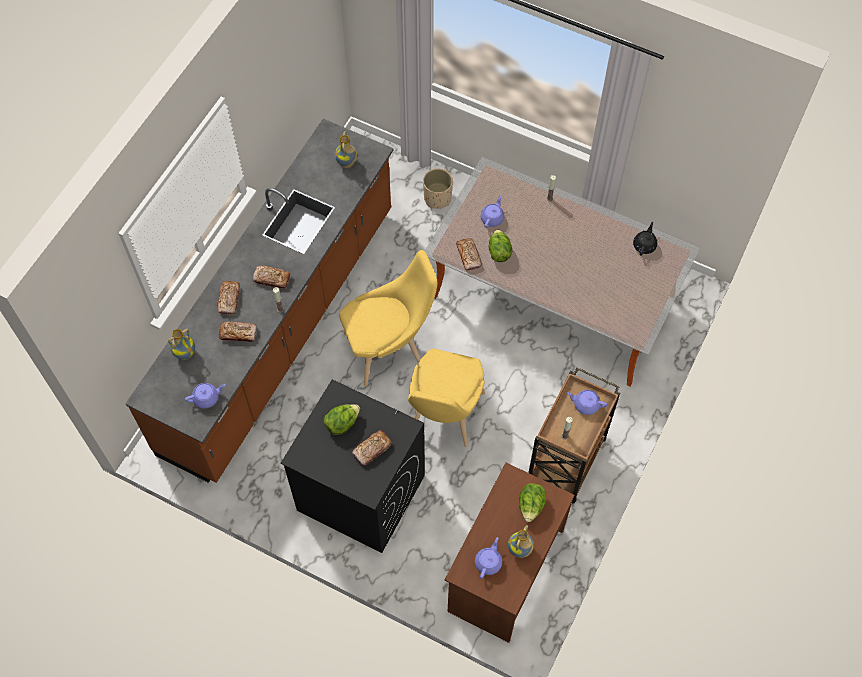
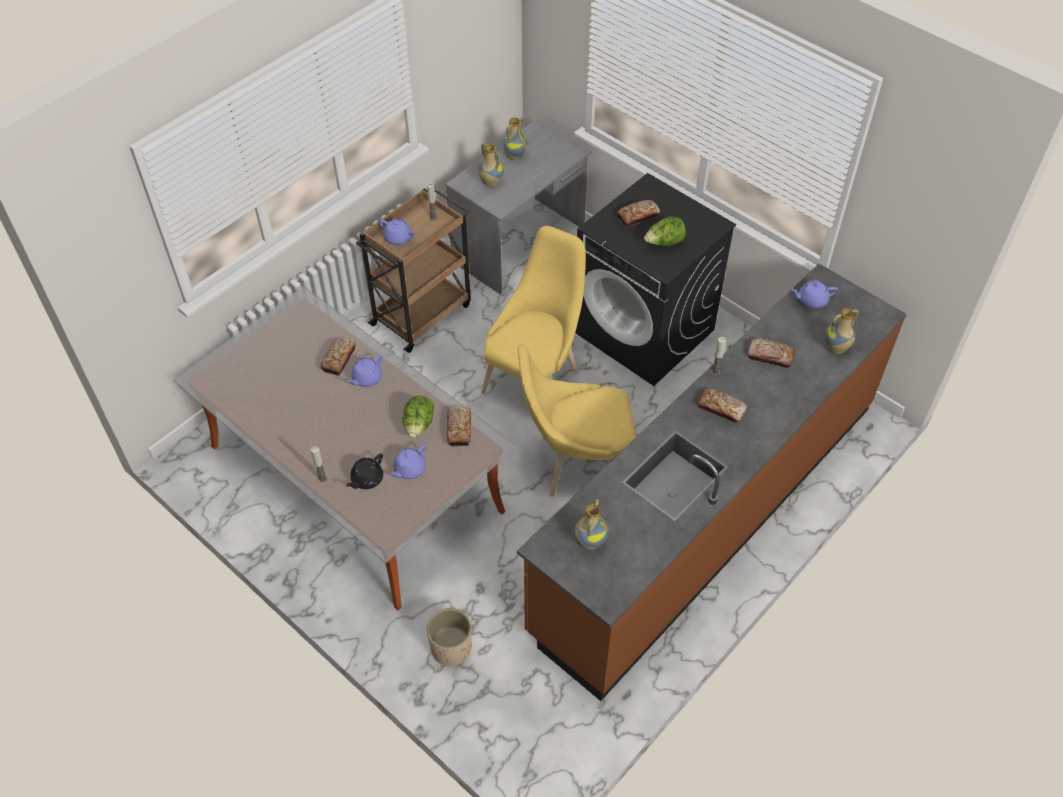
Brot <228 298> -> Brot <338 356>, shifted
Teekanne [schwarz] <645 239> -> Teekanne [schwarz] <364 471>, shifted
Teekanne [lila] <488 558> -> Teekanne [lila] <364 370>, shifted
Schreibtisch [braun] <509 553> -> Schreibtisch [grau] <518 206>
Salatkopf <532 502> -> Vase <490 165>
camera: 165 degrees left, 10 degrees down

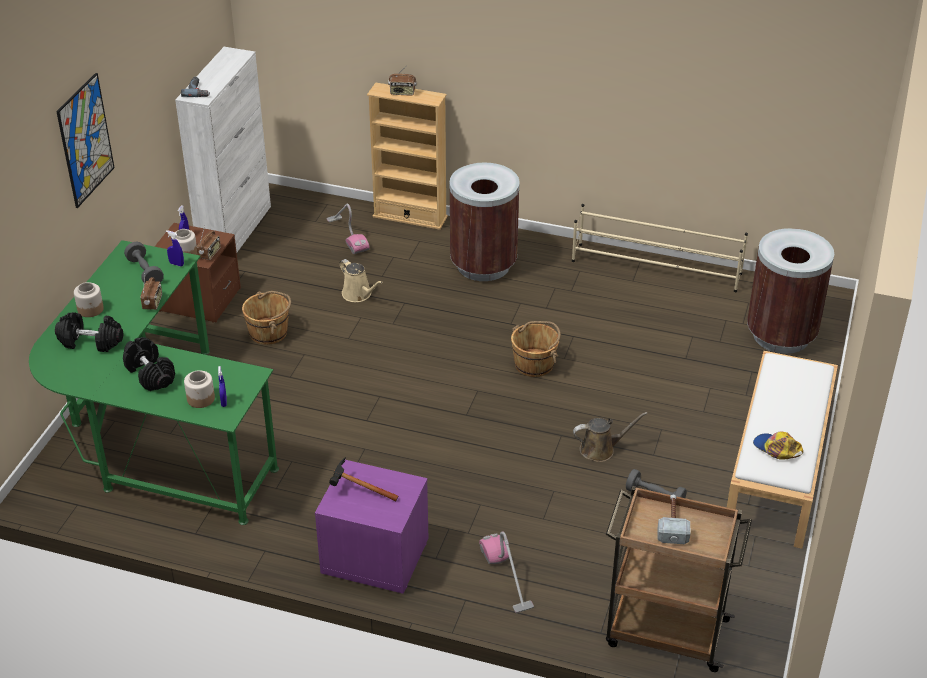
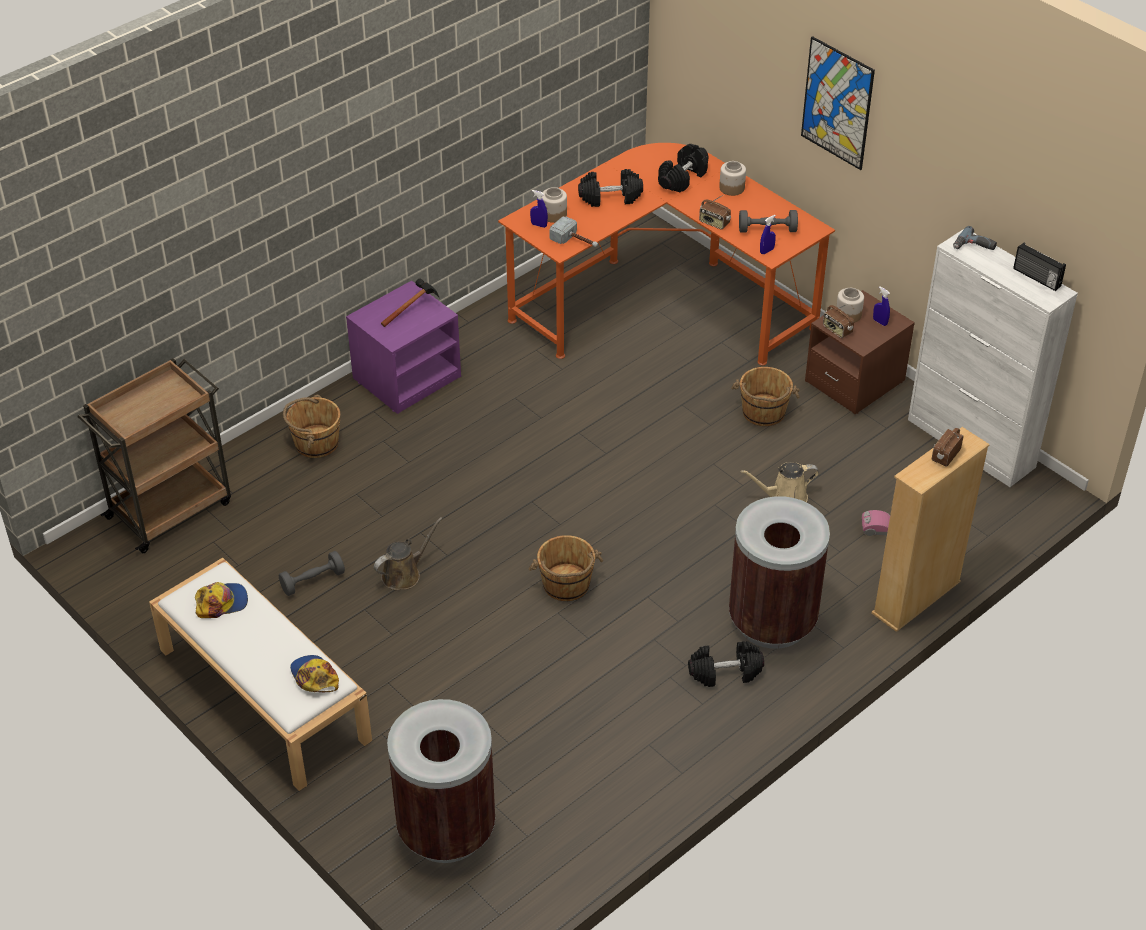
Staubsauger <506 572> -> Eimer [braun] <311 426>
none -> Kappe <314 673>
Gießkanne [braun] <610 437> -> Gießkanne [braun] <408 553>, 150 degrees counterclockwise
Schreibtisch [grün] <154 382> -> Schreibtisch [orange] <666 254>
Hammer <673 519> -> Hammer <573 232>, shifted
none -> Hantel [schwarz] <726 664>
none -> Radio <1039 267>
Schuhregal [beige] <660 248> -> none
camera: 120 degrees right, 5 degrees up

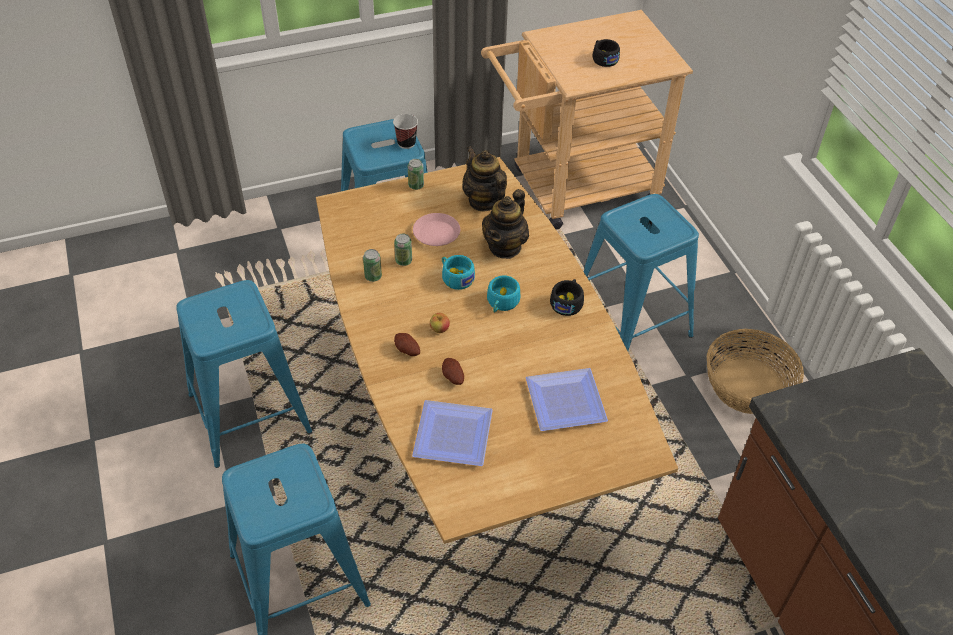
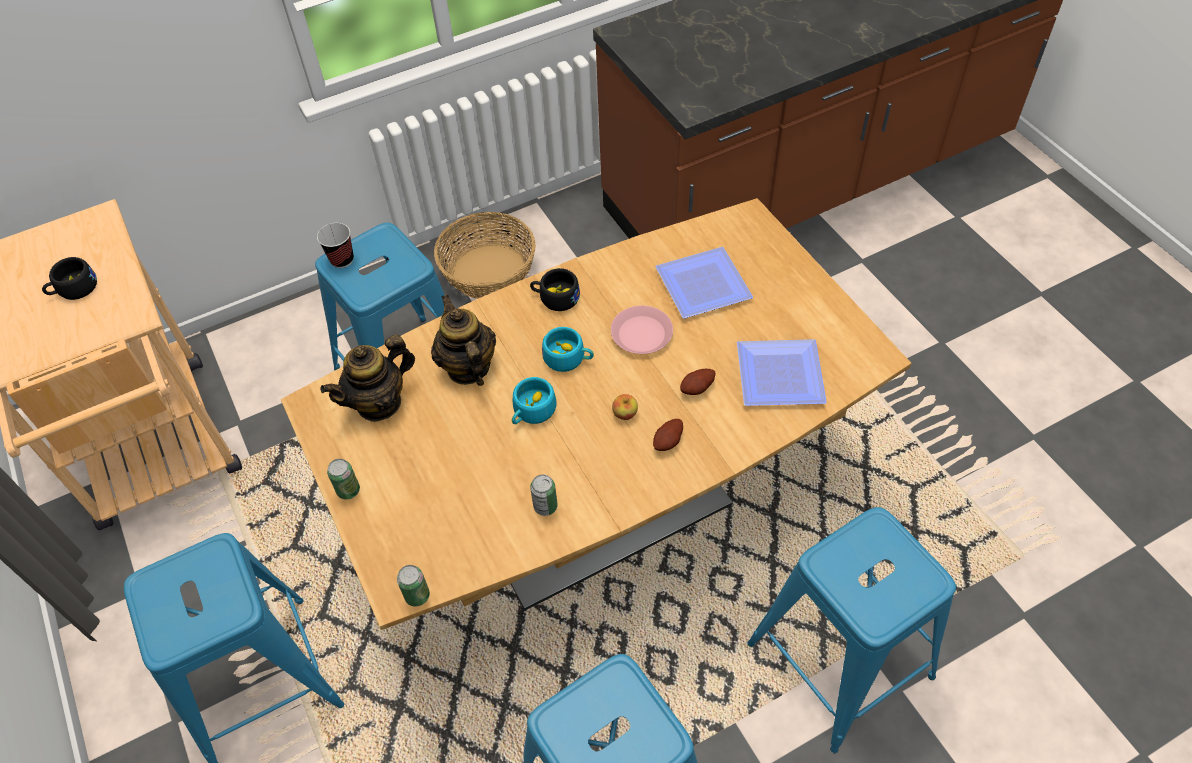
Tasse <405 131> -> Tasse <335 245>, shifted
Dose <403 250> -> Dose <413 585>, shifted
Teekanne <505 224> -> Teekanne <463 340>, 135 degrees counterclockwise
Teller [rosa] <436 229> -> Teller [rosa] <642 330>, shifted
camera: 95 degrees left, 5 degrees up

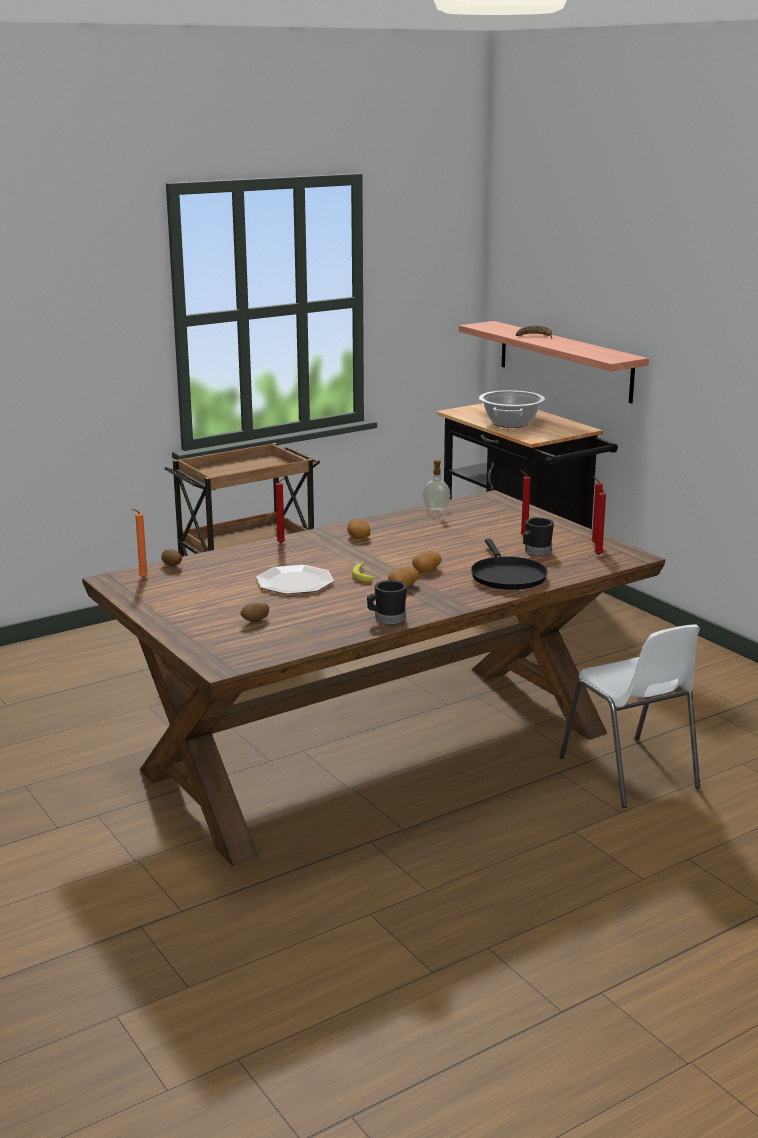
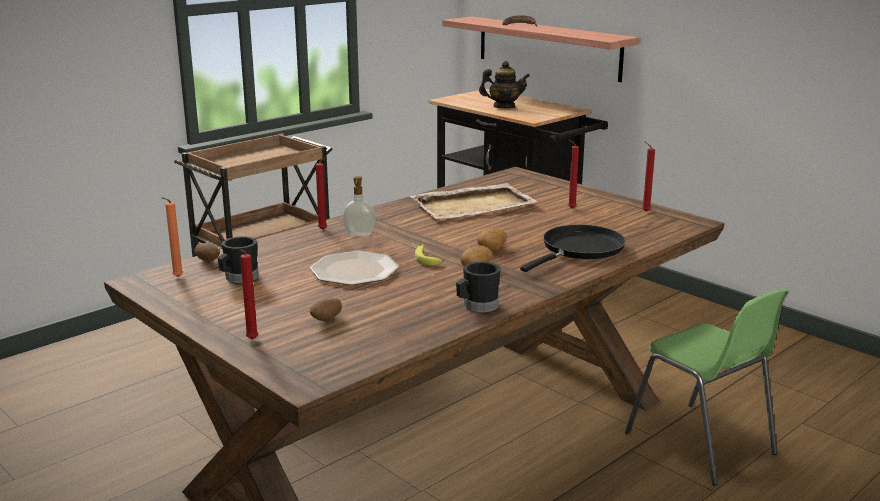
Henkelbecher [schwarz] <538 537> -> Henkelbecher [schwarz] <238 259>, shifted
Kerze [rot] <600 522> -> Kerze [rot] <249 295>, shifted
Seifenspender <436 485> -> Seifenspender <359 206>, shifted
none -> Tablett [beige] <474 201>
Kochtopf <512 409> -> Teekanne <504 84>
Pfanne [schwarz] <509 564> -> Pfanne [schwarz] <573 248>, 120 degrees counterclockwise
Stuhl [weiß] <629 716> -> Stuhl [grün] <707 387>
Kartoffel <358 529> -> none
camera: 10 degrees left, 0 degrees up

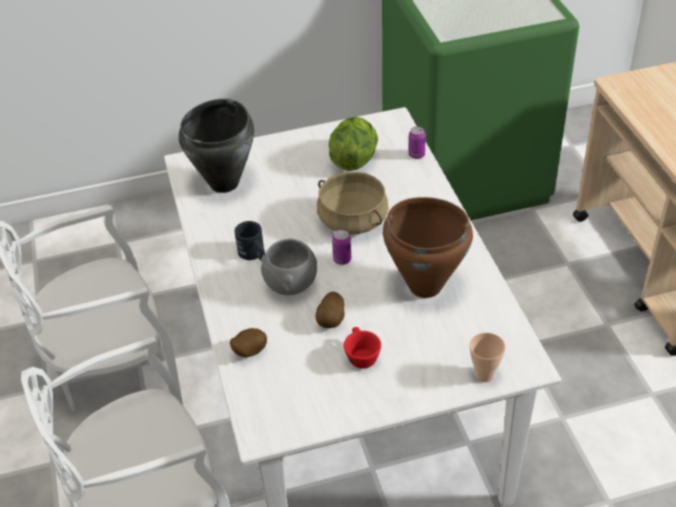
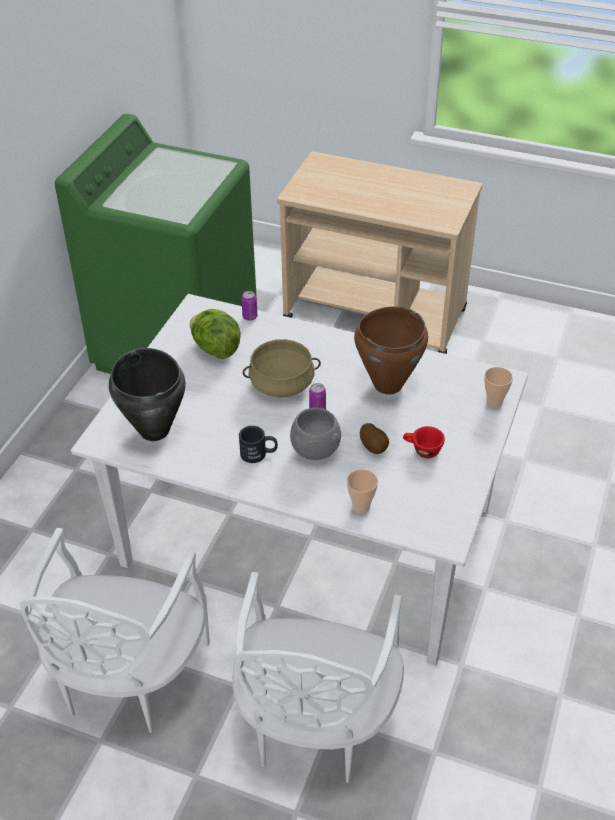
Kartoffel <248 342> -> Tasse <362 491>
camera: 55 degrees left, 0 degrees up

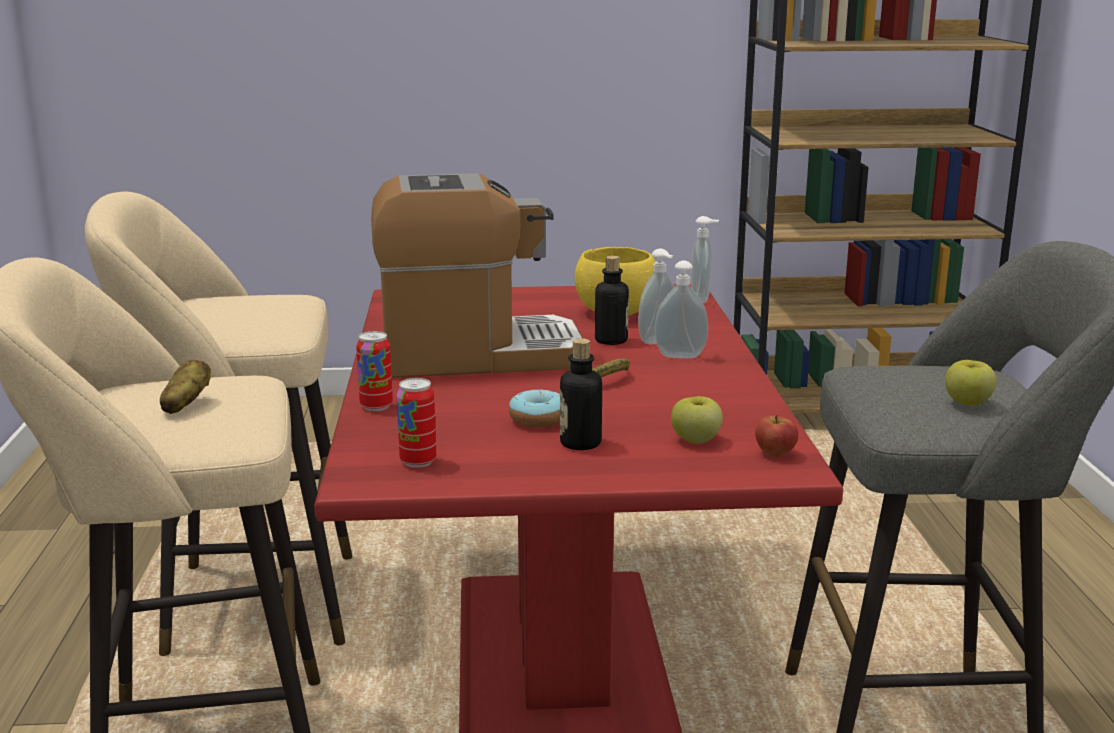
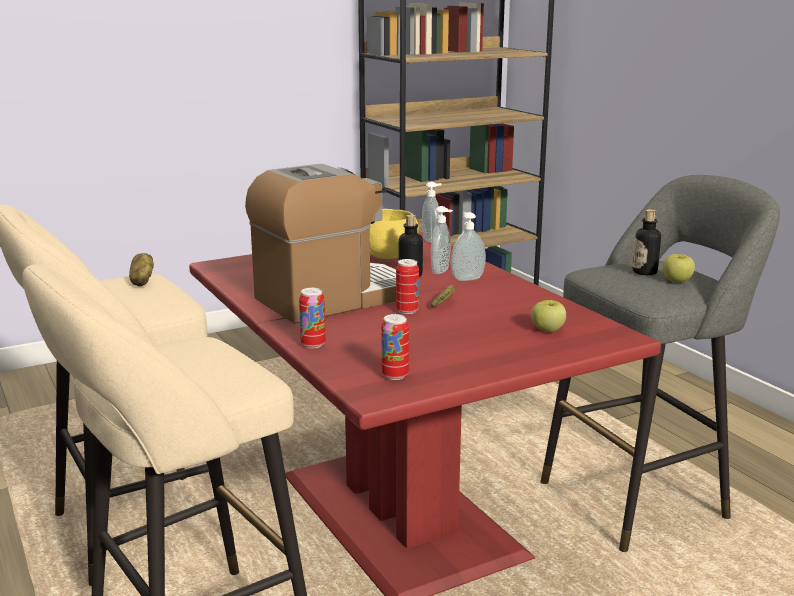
Kartoffel <185 387> -> Kartoffel <141 269>, shifted
none -> Dose <407 286>
Flasche <581 394> -> Flasche <647 242>, shifted
Donut <534 409> -> none
Apfel <776 436> -> none
camera: 25 degrees left, 0 degrees up

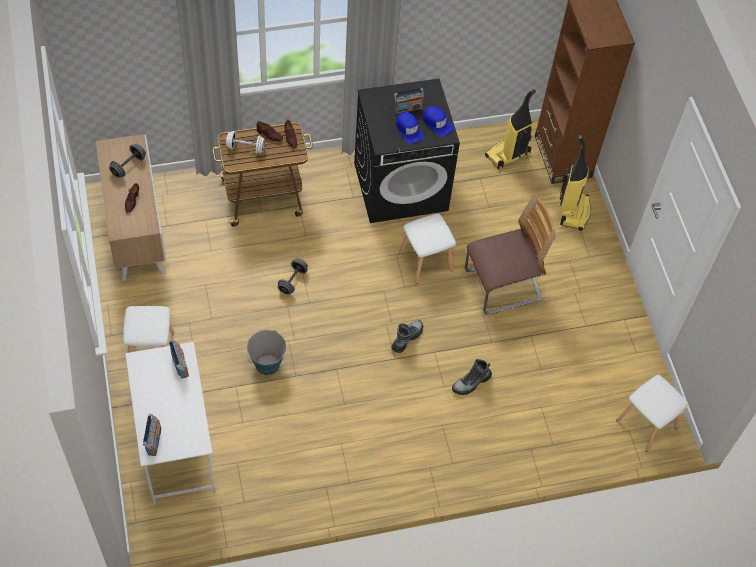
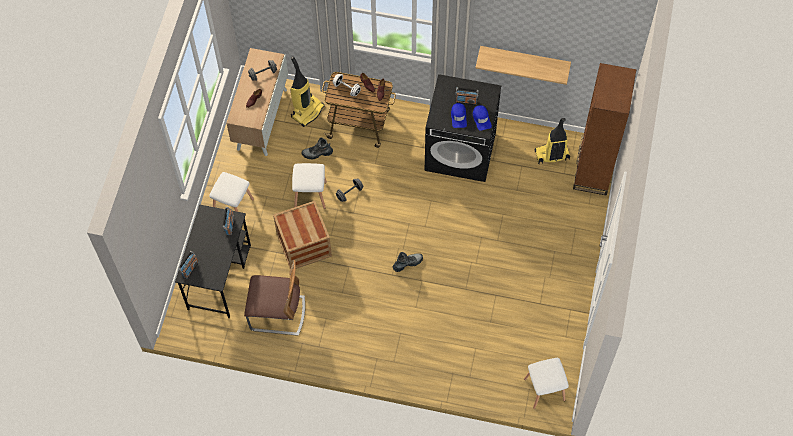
Schreibtisch [weiß] <170 423> -> Schreibtisch [schwarz] <213 261>
Stuhl <510 254> -> Stuhl <274 298>, shifted
Eimer <267 352> -> Kiste <302 235>
Staubsauger <575 183> -> Staubsauger <307 91>, shifted
Hocker [weiß] <427 248> -> Hocker [weiß] <309 186>, shifted
Stiefel <472 377> -> Stiefel <317 148>, shifted
none -> Wandregal <523 65>
camera: 30 degrees right, 5 degrees up

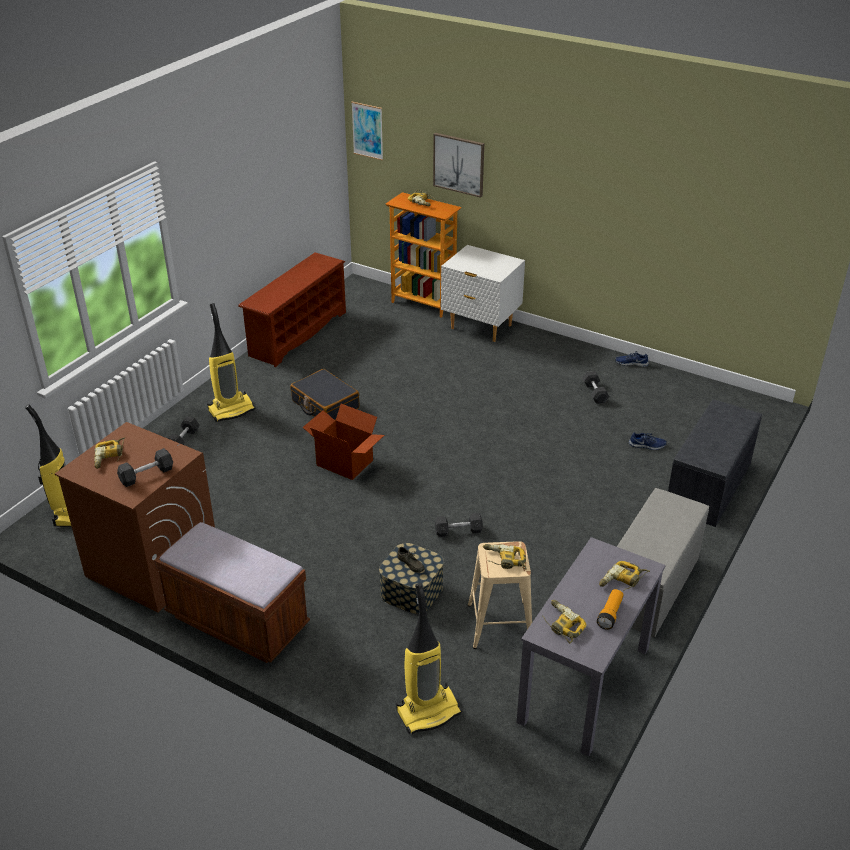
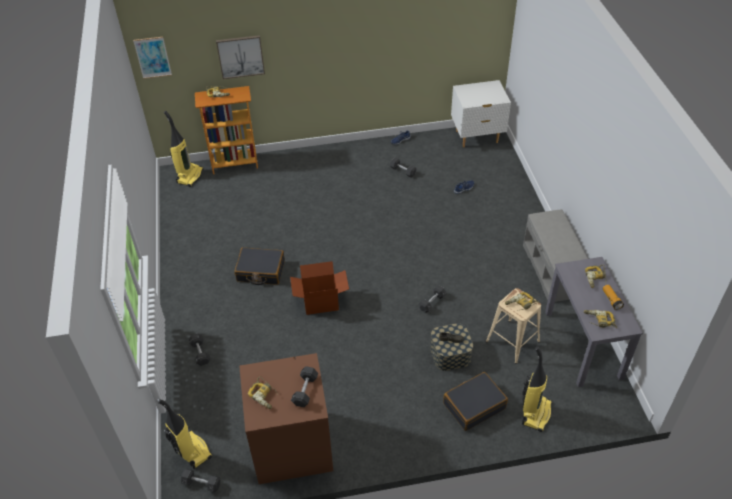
Staubsauger <231 362> -> Staubsauger <183 149>, shifted
none -> Hantel [grau] <200 480>
none -> Koffer [schwarz] <475 401>
Nachttisch [weiß] <483 293> -> Nachttisch [weiß] <481 114>, shifted
Bank [braun] <232 592> -> none
Schuhregal [braun] <292 309> -> none
Bank [grau] <715 463> -> none
camera: 40 degrees left, 10 degrees up

